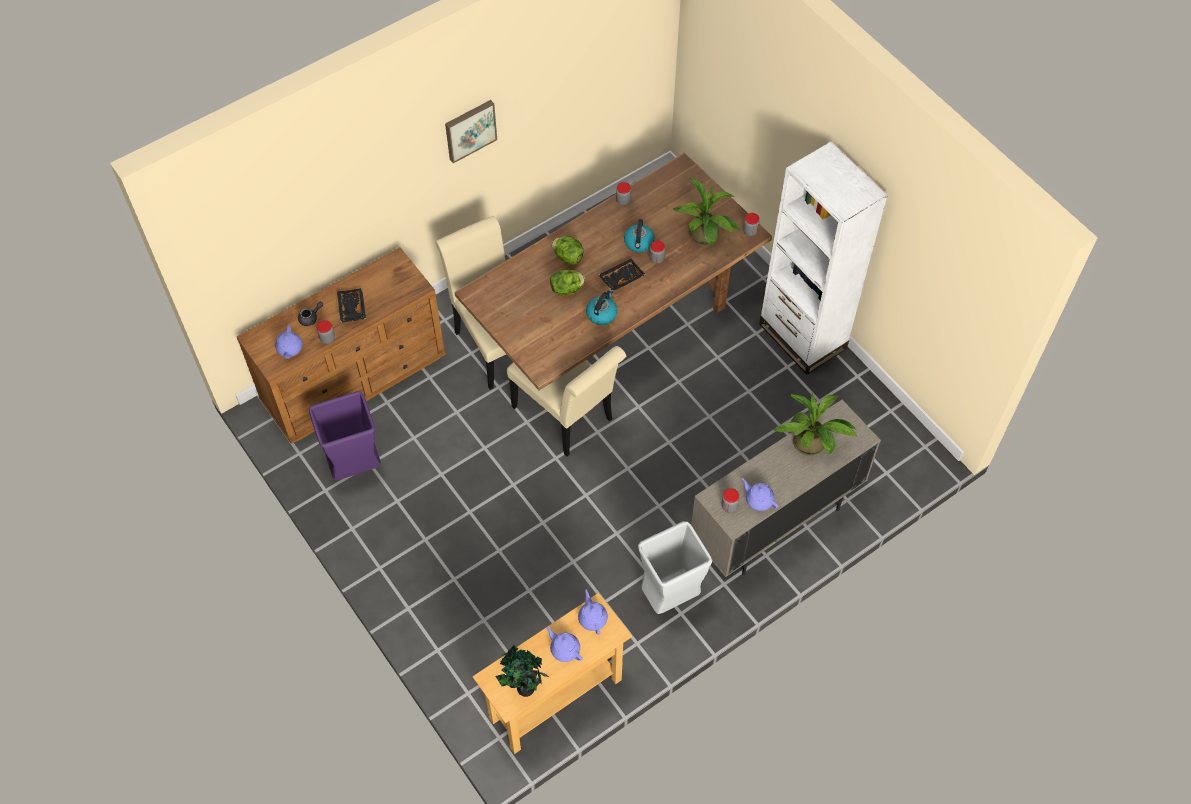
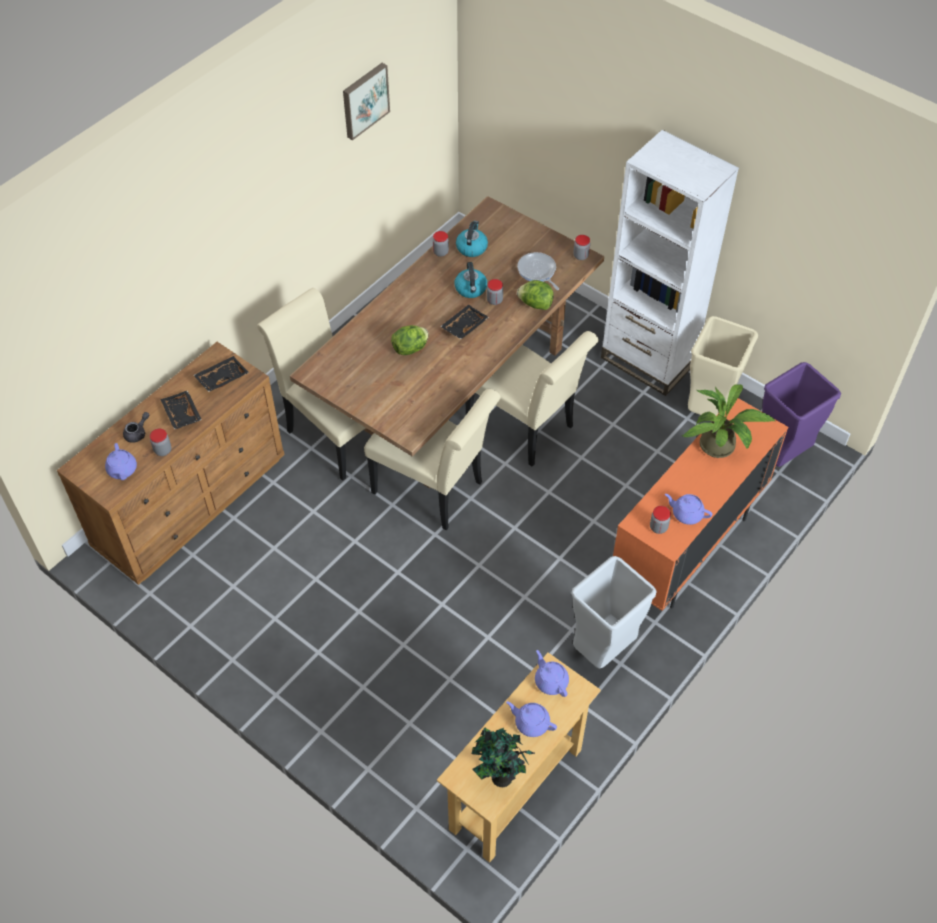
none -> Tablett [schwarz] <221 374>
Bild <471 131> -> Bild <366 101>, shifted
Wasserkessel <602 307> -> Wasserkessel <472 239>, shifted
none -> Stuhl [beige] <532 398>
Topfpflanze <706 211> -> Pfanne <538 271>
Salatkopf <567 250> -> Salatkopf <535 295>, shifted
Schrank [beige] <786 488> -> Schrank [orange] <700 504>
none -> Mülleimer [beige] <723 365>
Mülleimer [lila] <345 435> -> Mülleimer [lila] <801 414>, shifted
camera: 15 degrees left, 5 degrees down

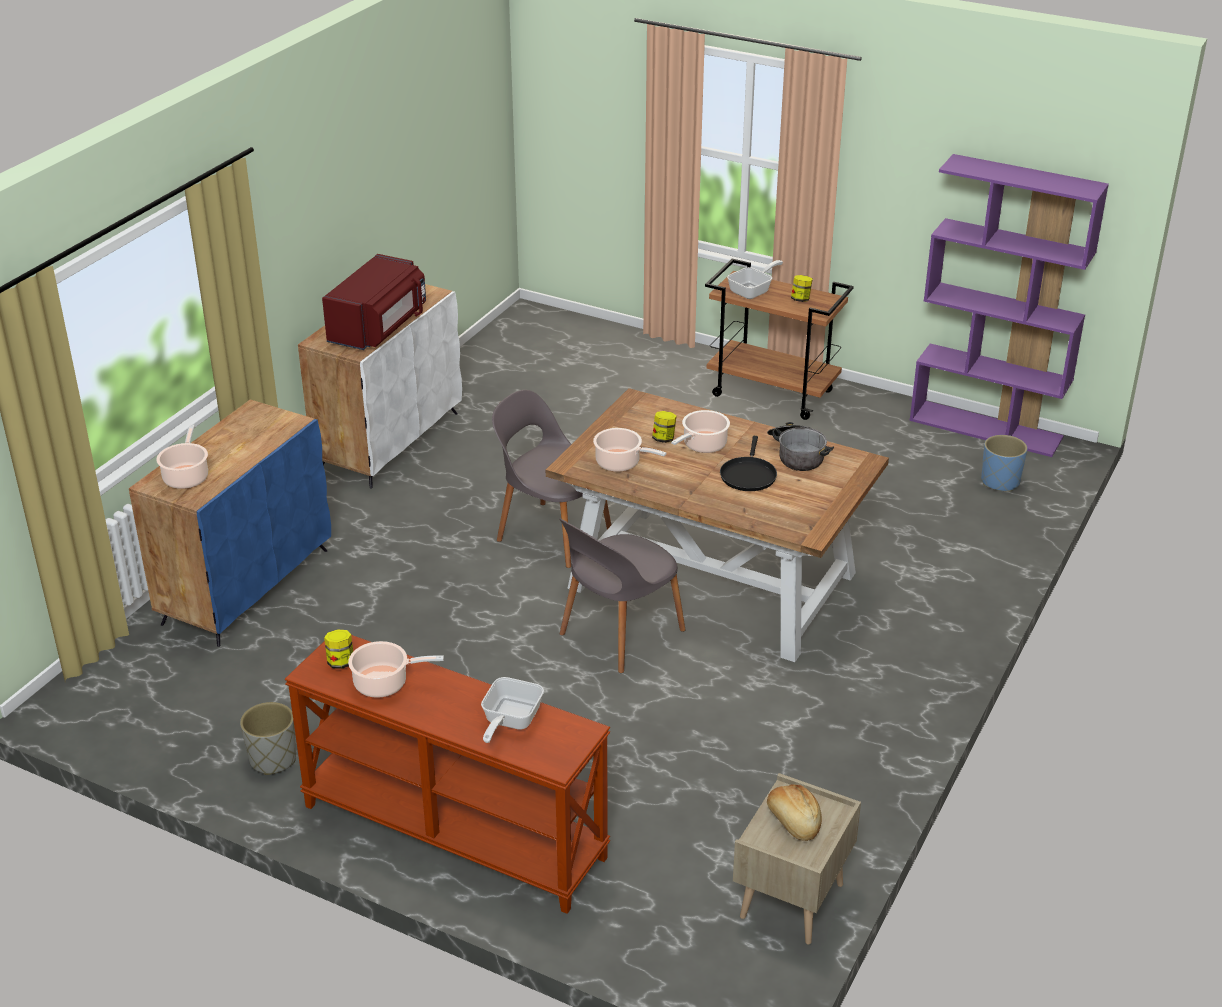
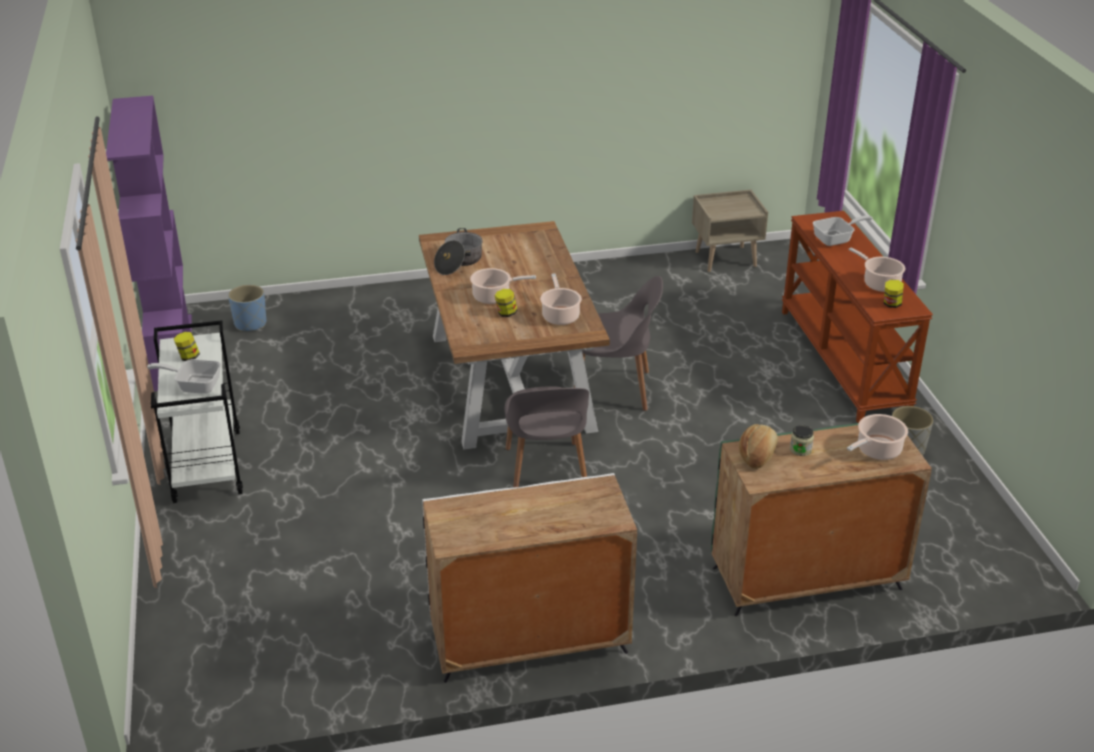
Rollwagen [braun] <779 339> -> Rollwagen [weiß] <197 411>
Schrank [blau] <230 523> -> Schrank [grün] <821 519>
Brot <794 812> -> Brot <758 446>, shifted
none -> Vorratsglas <802 440>
Mikrowelle [rot] <374 302> -> none
Pfanne [schwarz] <748 463> -> none
camera: 130 degrees left, 0 degrees up

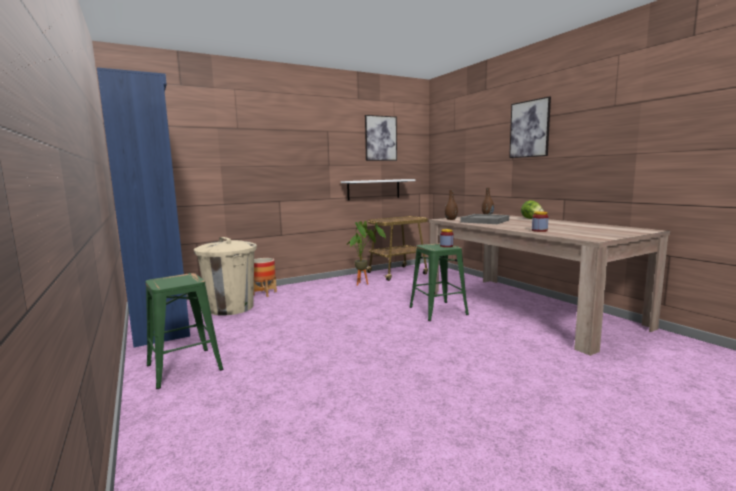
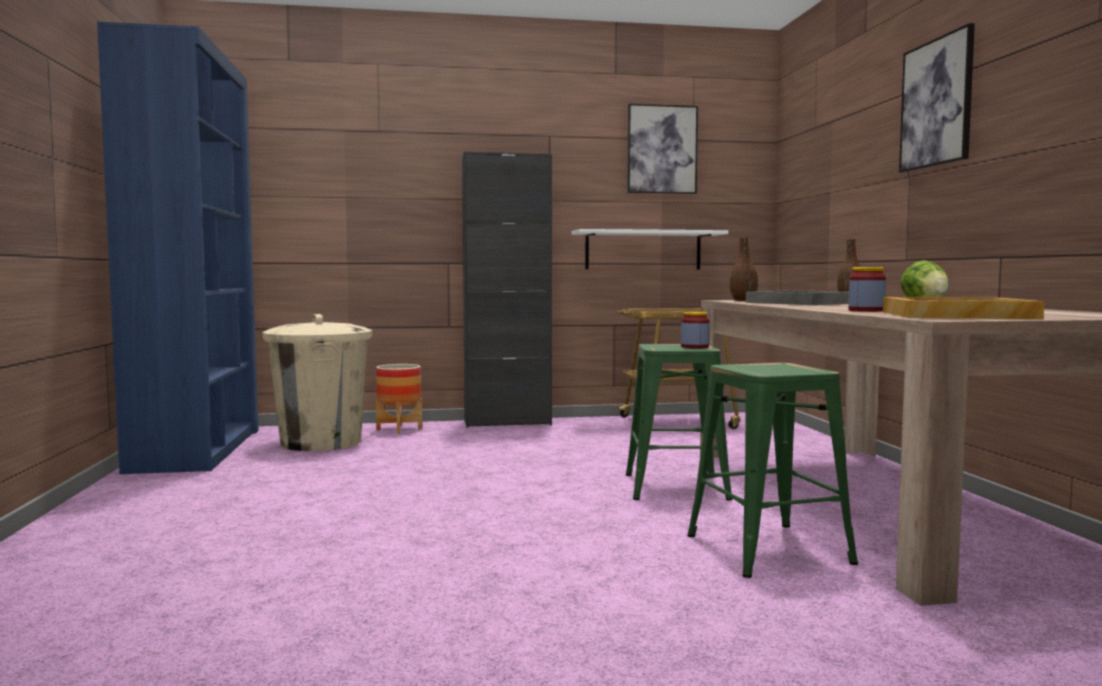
none -> Schrank [schwarz] <507 290>
Hocker [grün] <184 331> -> Hocker [grün] <772 470>, shifted
none -> Tablett [beige] <963 308>
Topfpflanze <366 253> -> none
camera: 20 degrees right, 5 degrees down

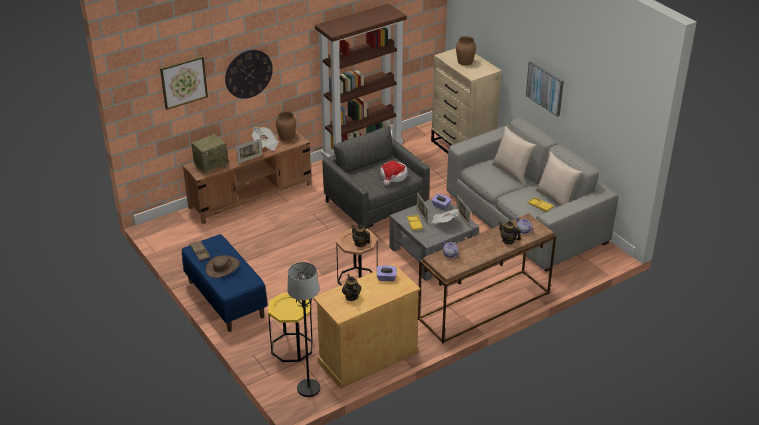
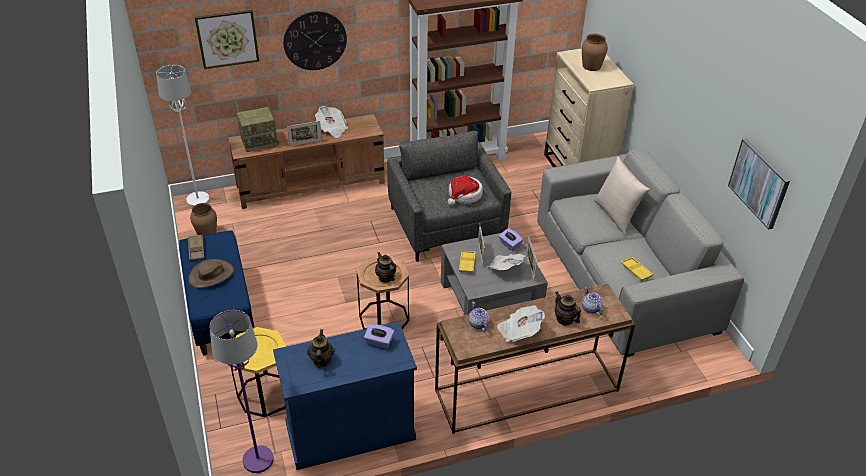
none -> Stehlampe [weiß] <183 136>
Vase [braun] <286 126> -> Vase [braun] <203 219>, shifted
Stehlampe [schwarz] <303 329> -> Stehlampe [lila] <242 391>
Schrank [beige] <366 326> -> Schrank [blau] <345 396>
none -> Zeitung <521 323>
Bild <545 89> -> Bild <759 184>, shifted
Kissen [beige] <559 178> -> none
camera: 15 degrees right, 5 degrees up

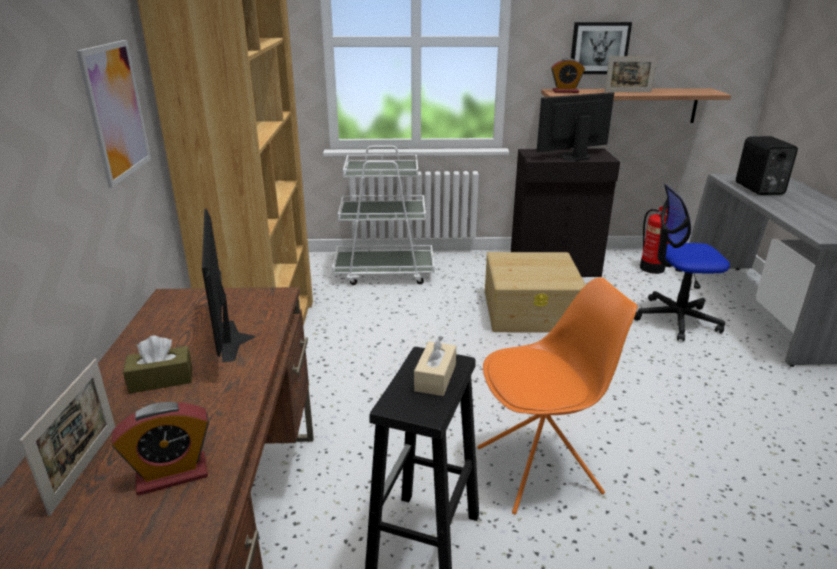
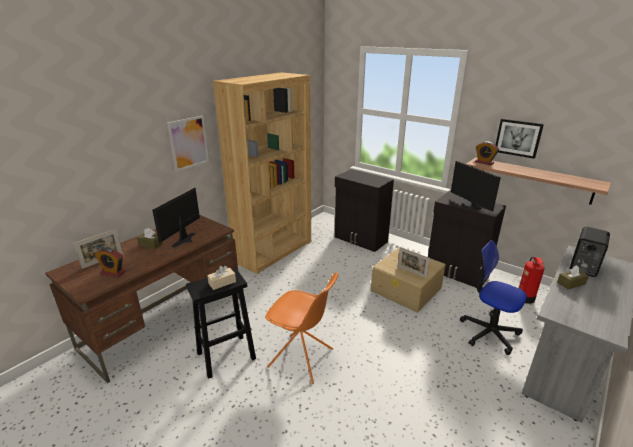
Rollwagen [weiß] <383 215> -> Schrank [schwarz] <364 210>
Bilderrahmen <631 74> -> Bilderrahmen <414 262>, shifted
Monitor <575 126> -> Monitor <476 186>, 135 degrees counterclockwise
none -> Taschentuchbox [braun] <573 277>
camera: 40 degrees right, 0 degrees up

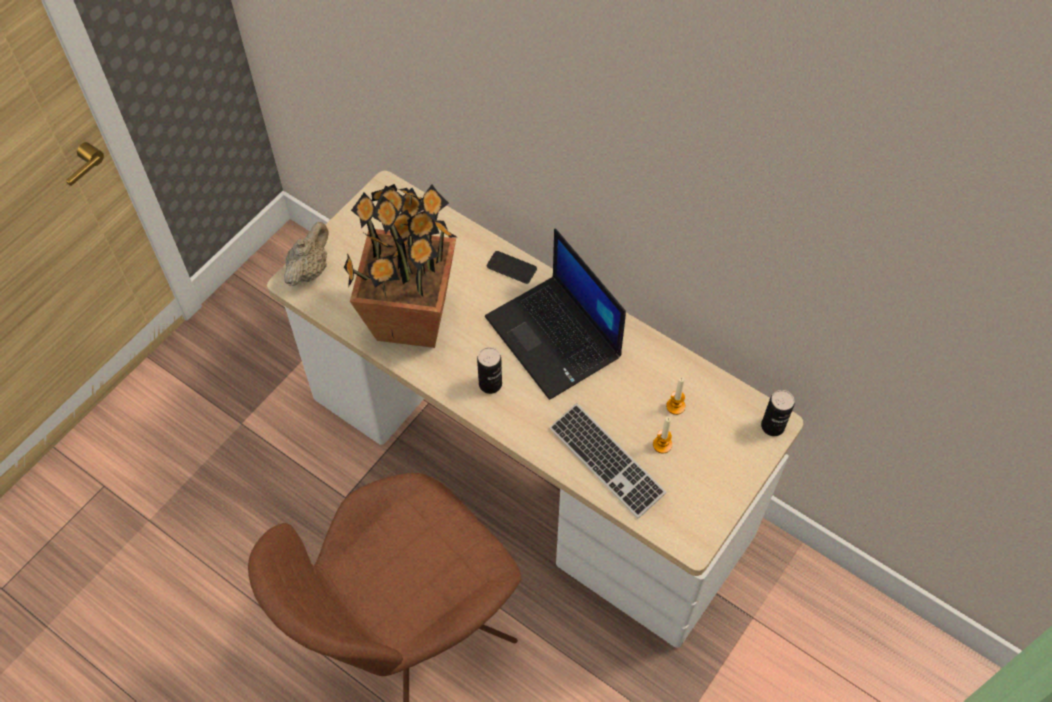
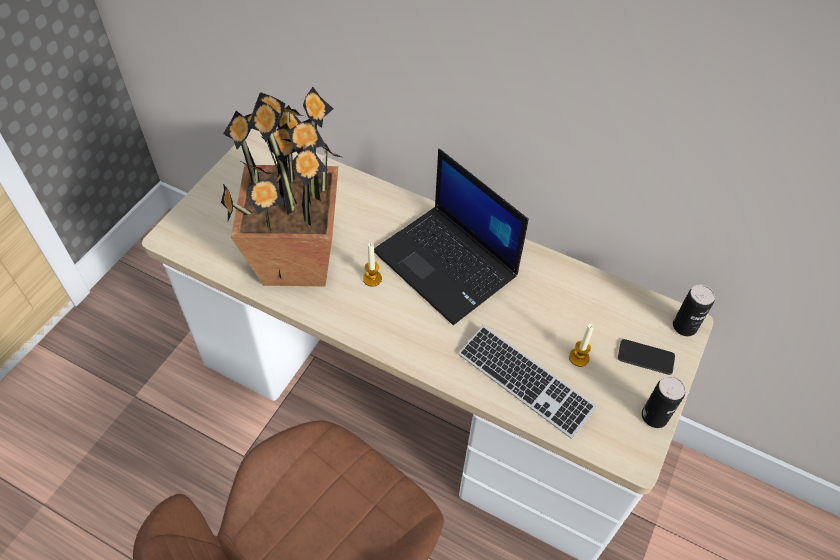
Kerze <675 396> -> Kerze <372 265>, shifted
Handy <512 267> -> Handy <646 357>, shifted
Dose <489 370> -> Dose <664 402>, shifted
Teekanne [beige] <306 254> -> none
camera: 10 degrees left, 5 degrees down

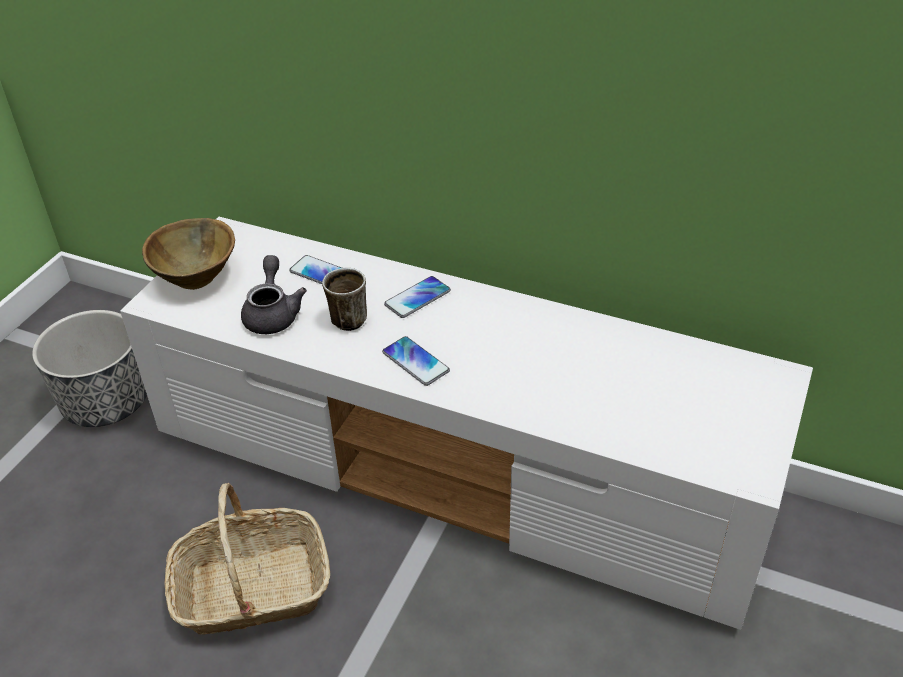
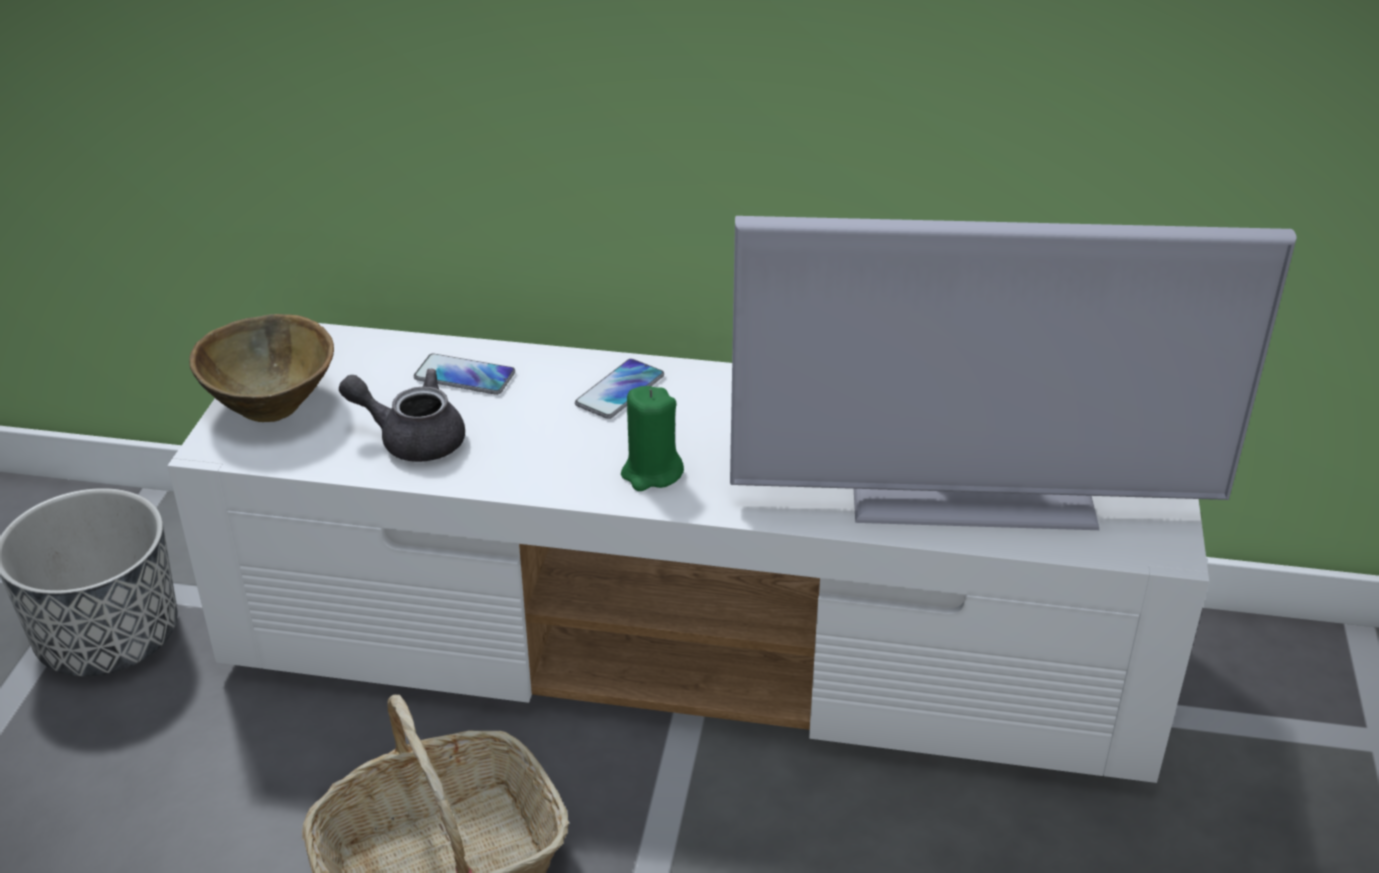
Teekanne [grau] <274 294> -> Teekanne [grau] <402 415>, 60 degrees counterclockwise
Handy <416 361> -> Kerze [grün] <652 438>
none -> Fernseher <1013 373>
Henkelbecher <344 299> -> none
camera: 15 degrees left, 5 degrees down

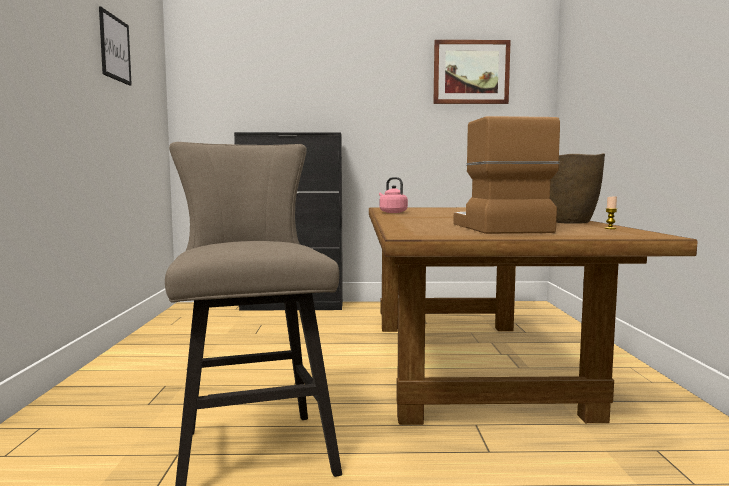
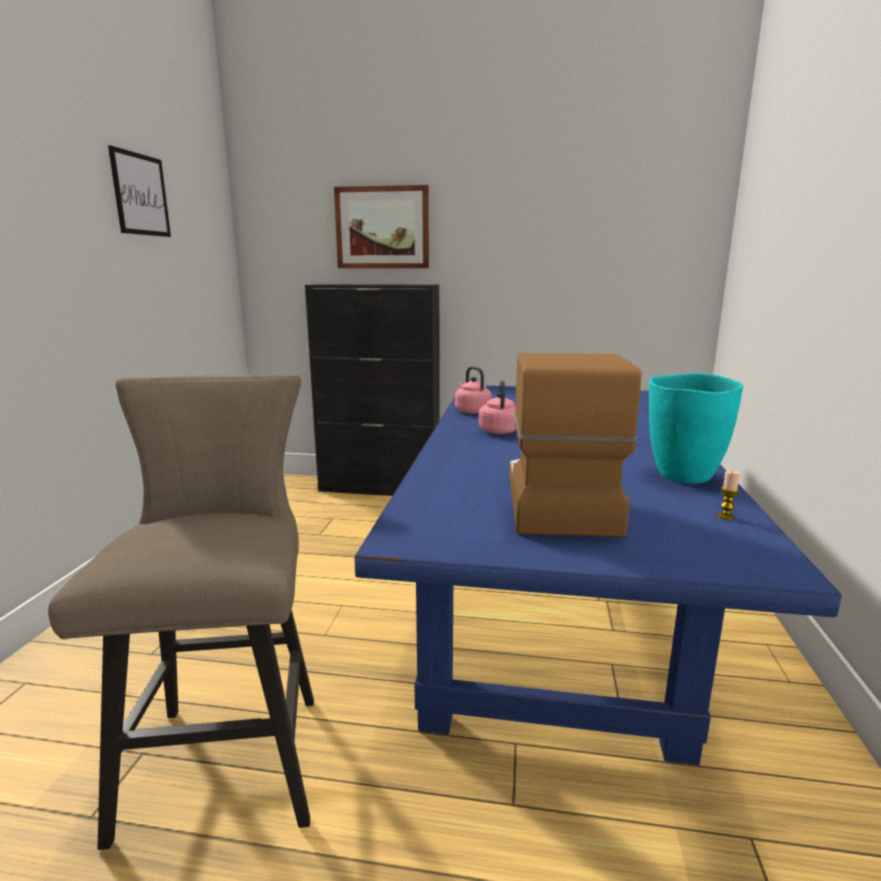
Bild <472 72> -> Bild <381 226>, shifted
Esstisch [braun] <533 316> -> Esstisch [blau] <598 575>
none -> Wasserkessel [rosa] <497 407>
Vase [braun] <577 188> -> Vase [türkis] <696 428>
camera: 10 degrees right, 10 degrees up

